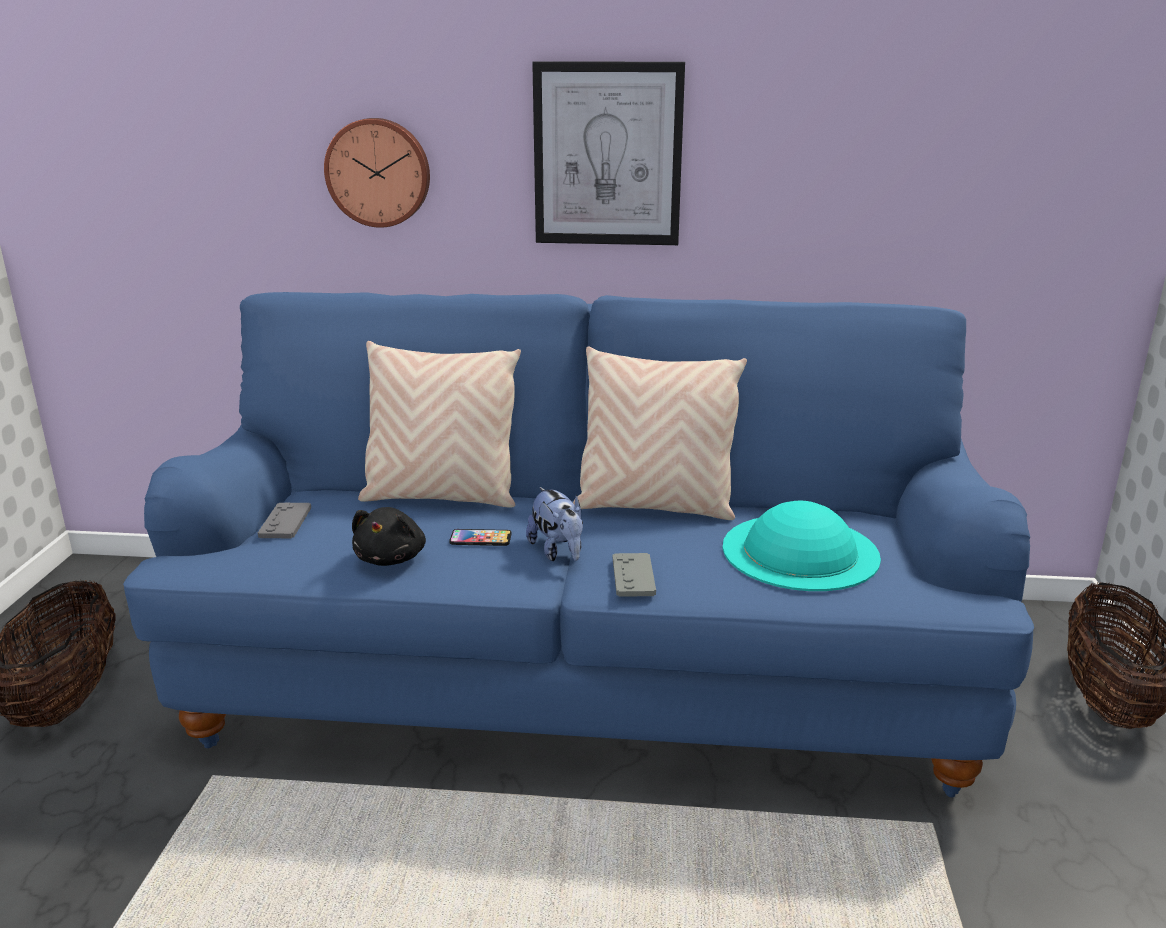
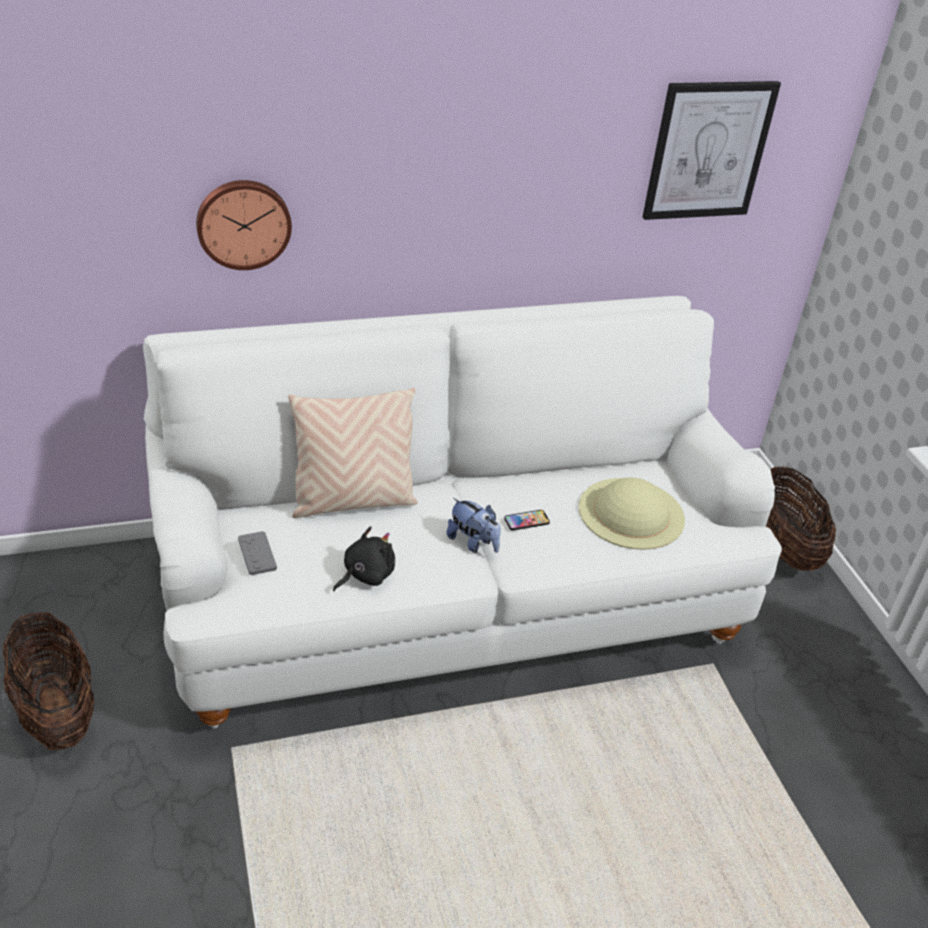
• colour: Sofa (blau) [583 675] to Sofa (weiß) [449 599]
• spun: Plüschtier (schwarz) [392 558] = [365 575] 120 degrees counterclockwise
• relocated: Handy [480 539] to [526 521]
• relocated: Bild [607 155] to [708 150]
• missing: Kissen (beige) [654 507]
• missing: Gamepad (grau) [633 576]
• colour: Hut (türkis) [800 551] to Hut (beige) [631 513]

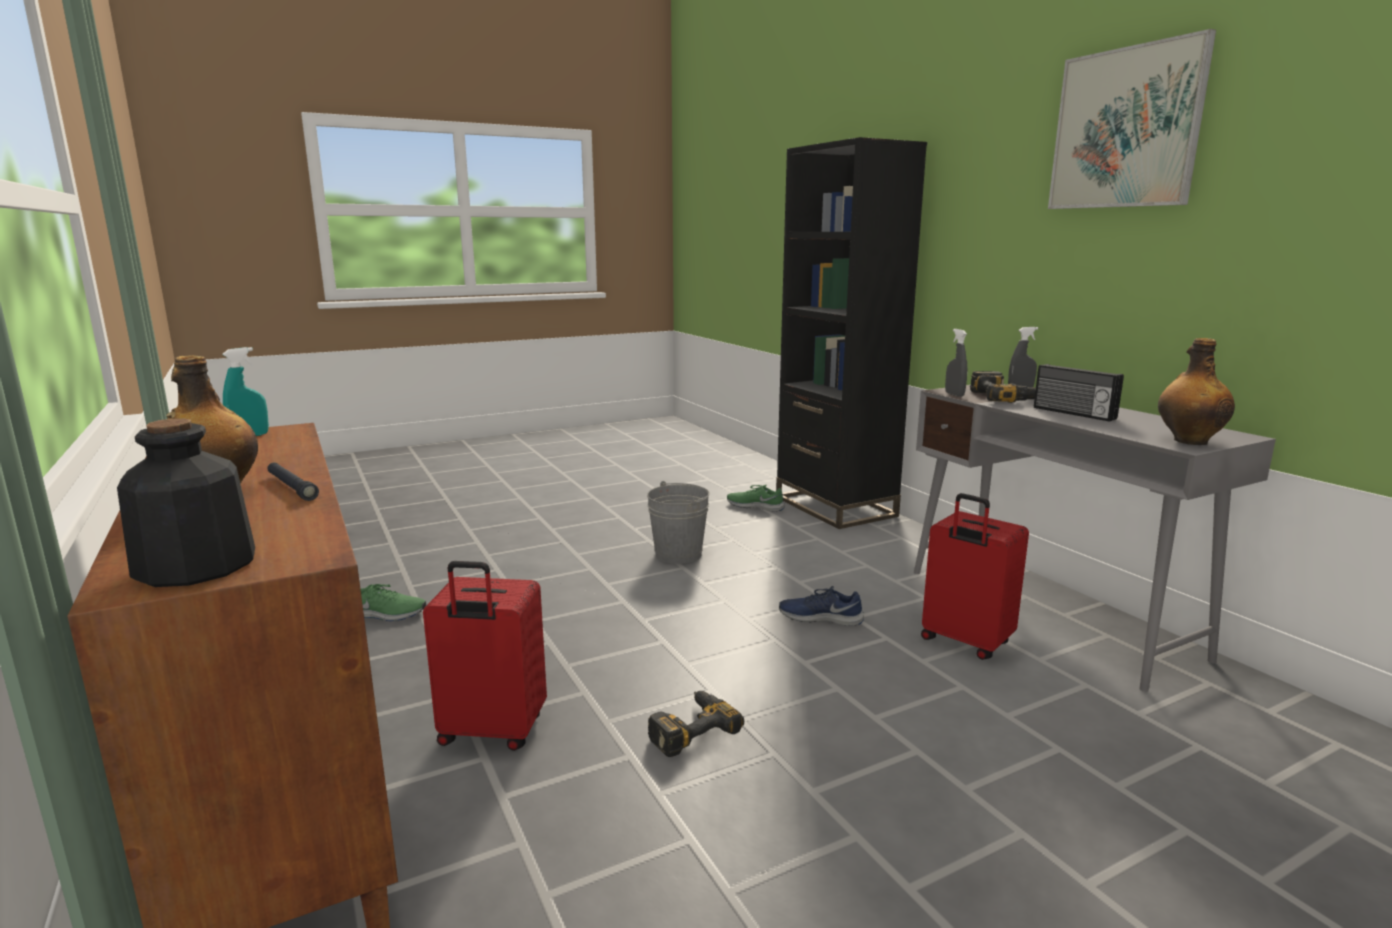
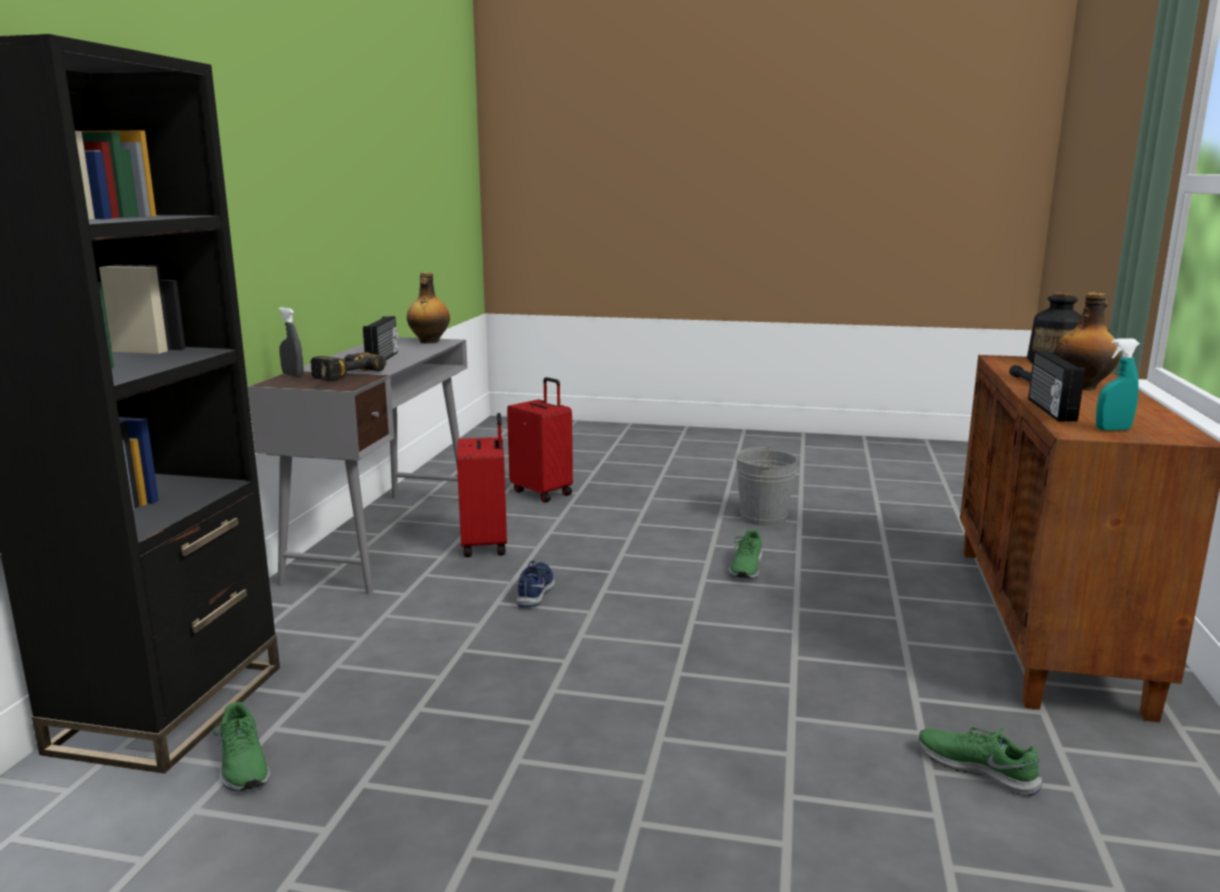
• relocated: Koffer (rot) [491 732] to [543 492]
• relocated: Eimer (grau) [678 554] to [763 517]
• exchanged: Bohrmaschine [689 728] to Schuh (grün) [746 567]
• spun: Schuh (blau) [820 617] = [536 591] 135 degrees counterclockwise
• missing: Sprühflasche (grau) [954 394]
• missing: Bild [1126 128]
• appeared: Radio [1049 410]

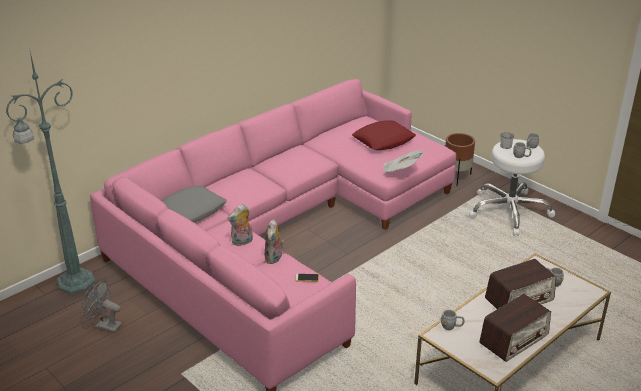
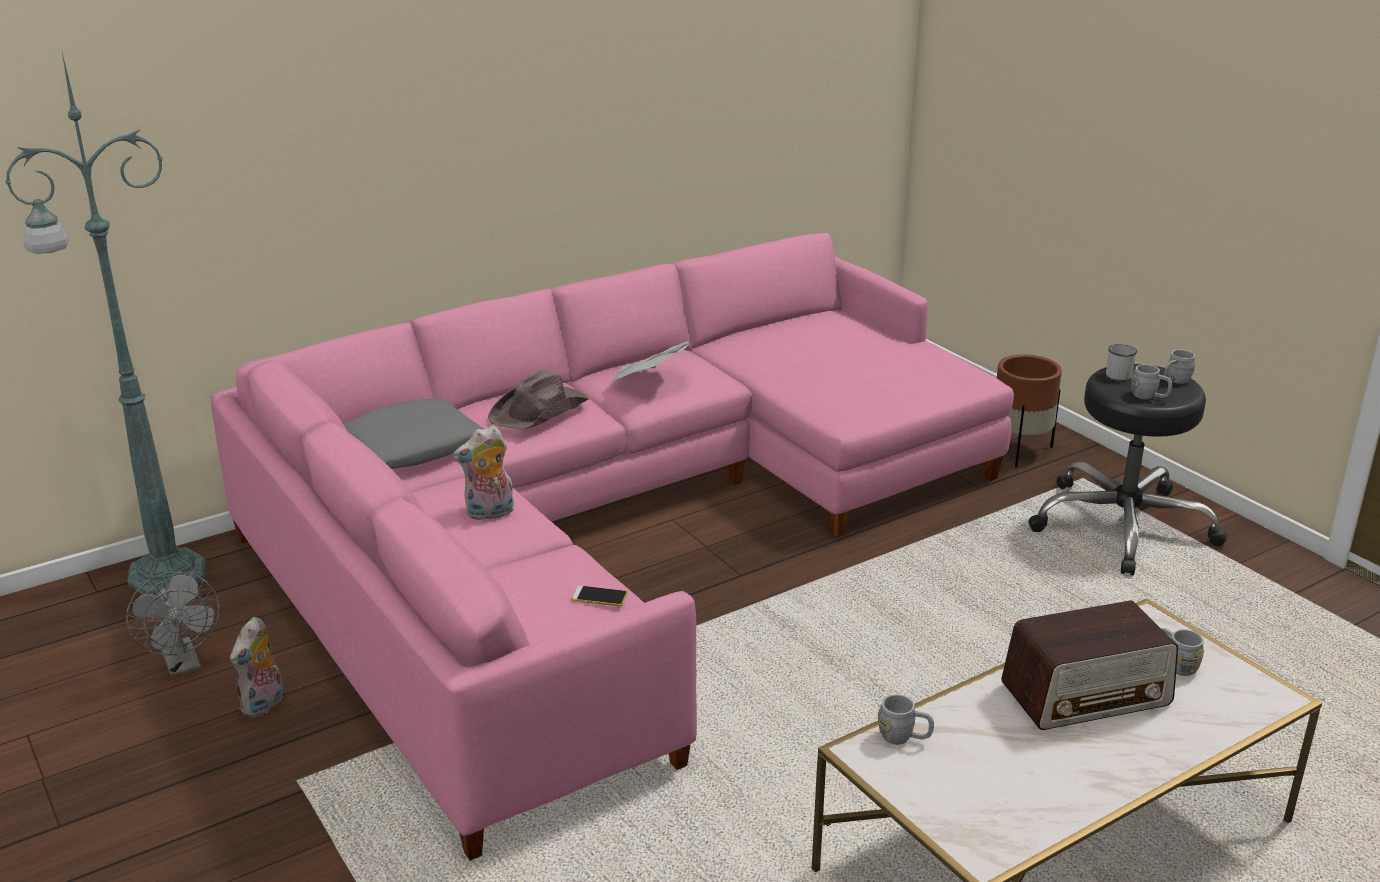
• spun: Ventilator (grau) [104 326] = [184 664] 150 degrees counterclockwise
• relocated: Plüschtier [274 259] to [264 705]
• missing: Kissen (rot) [383 140]
• relocated: Zeitung [400 171] to [649 382]
• colour: Hocker (weiß) [509 211] to Hocker (schwarz) [1122 525]
• missing: Radio [514 339]
• appeared: Hut (braun) [540 411]

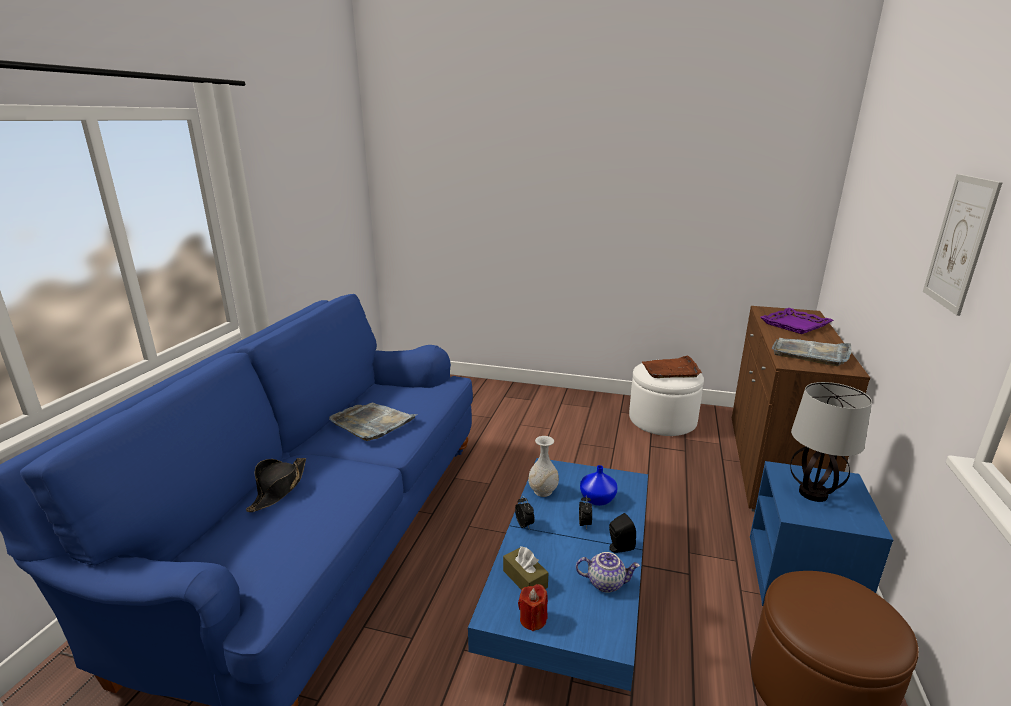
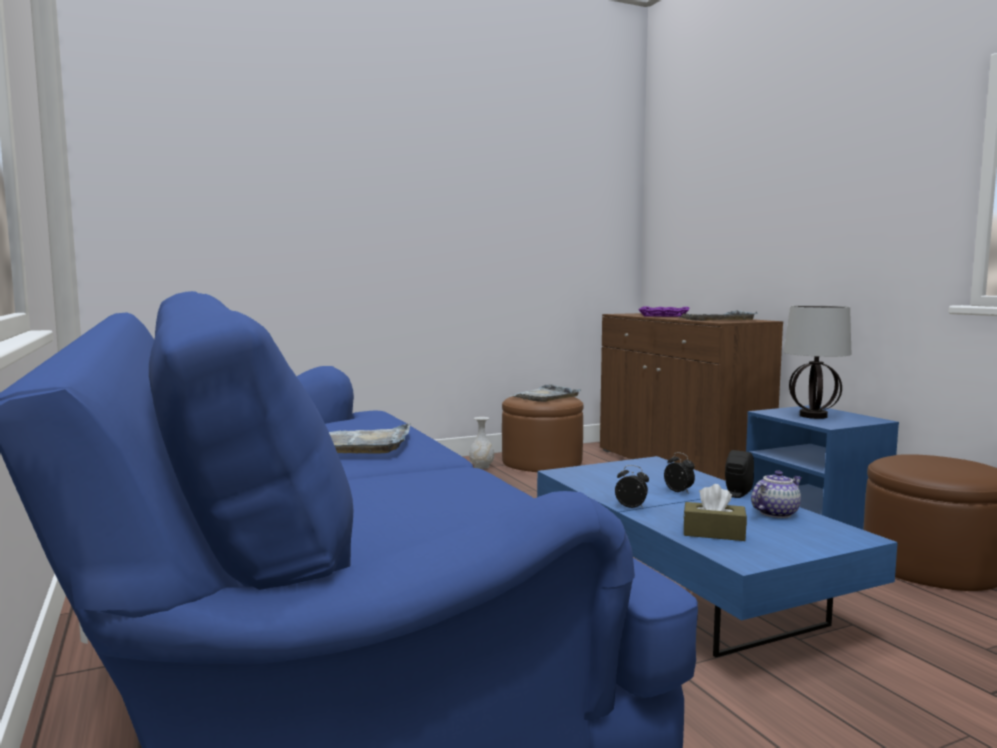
• missing: Hut (schwarz) [278 489]
• missing: Kerze (rot) [533 619]
• relocated: Vase (weiß) [543 491] to [482 467]
• missing: Vase (blau) [596 499]
• colour: Polsterhocker (weiß) [662 419] to Polsterhocker (braun) [542 462]
• colour: Tablett (braun) [671 370] to Tablett (grau) [545 396]
• missing: Bild [959 243]

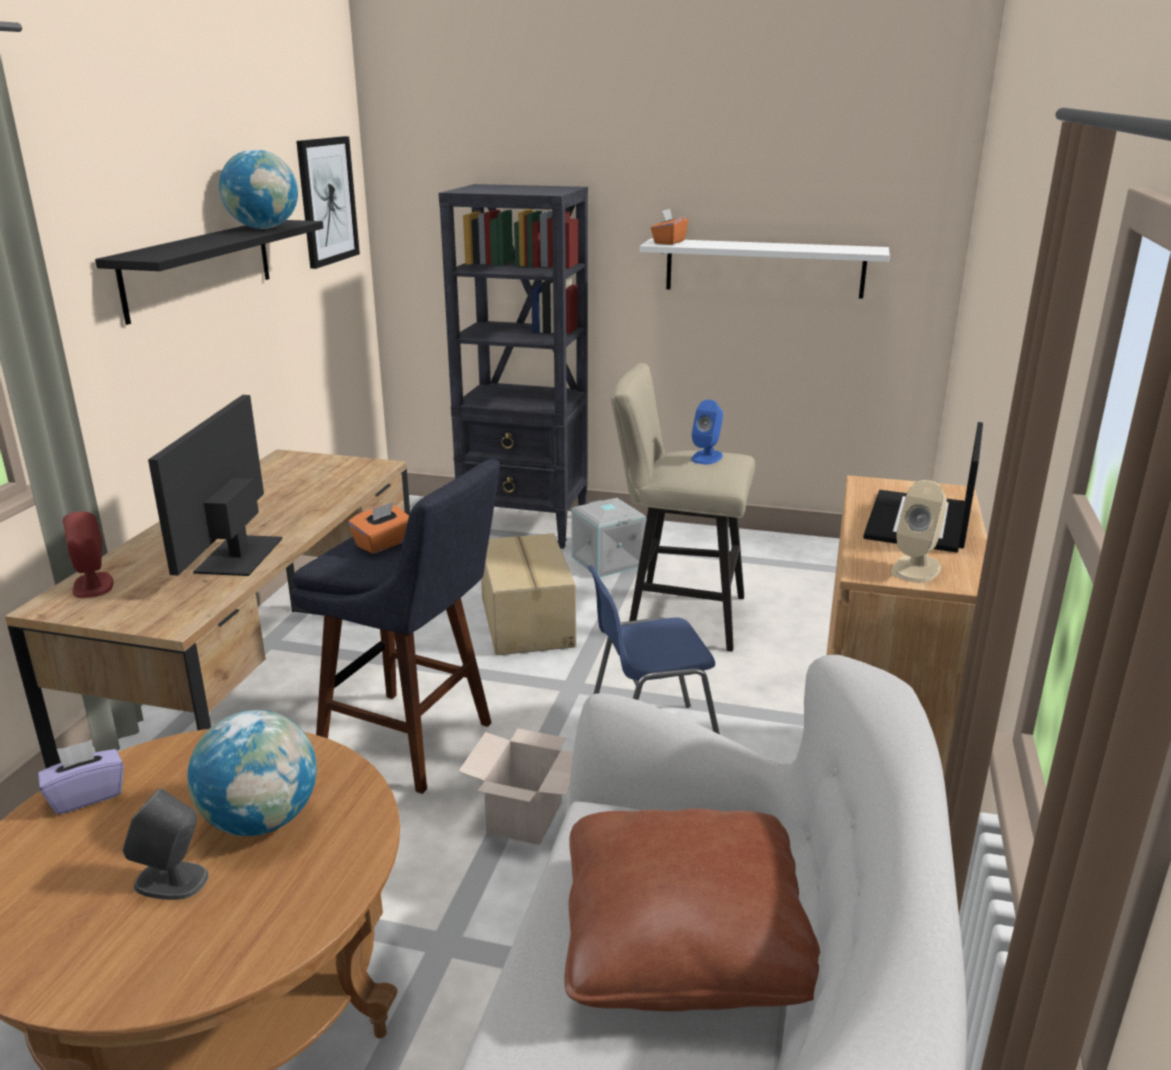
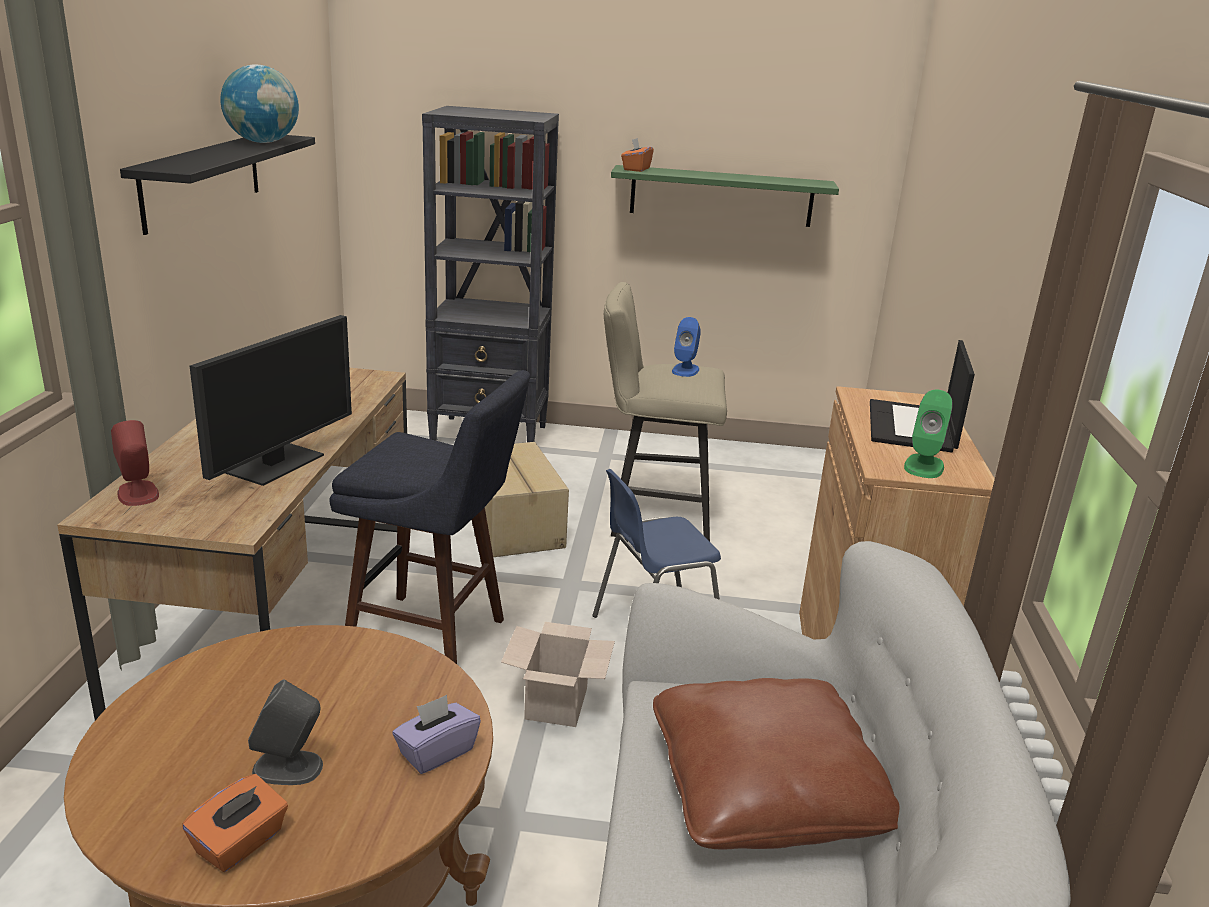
• relocated: Taschentuchbox (lila) [86 795] to [436 752]
• spun: Monitor [238 556] = [275 463] 150 degrees counterclockwise
• missing: Globus [261 821]
• missing: Bild [327 201]
• relocated: Taschentuchbox (orange) [383 544] to [240 843]
• missing: Aufbewahrungsbox (grau) [606 561]
• colour: Wandregal (weiß) [764 268] to Wandregal (grün) [721 196]
• colour: Lautsprecher (beige) [916 568] to Lautsprecher (grün) [924 466]

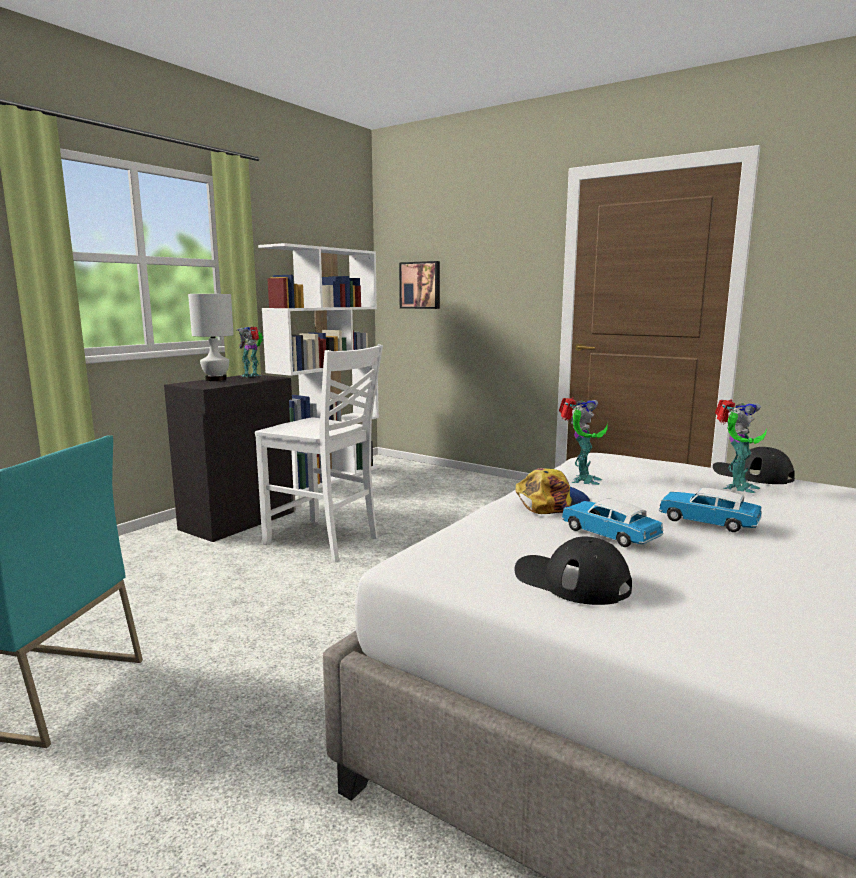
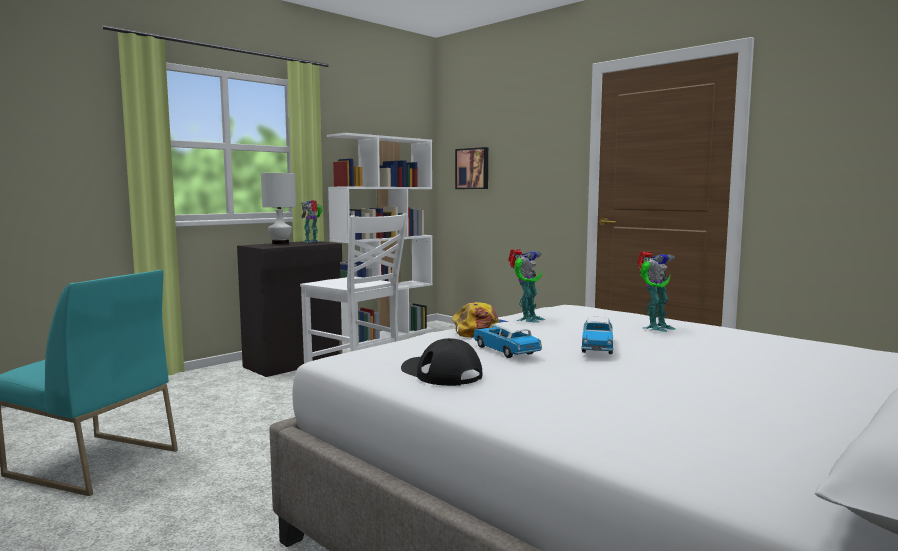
• spun: Spielzeugauto [707 522] = [597 347] 120 degrees counterclockwise
• missing: Kappe (schwarz) [752 475]

